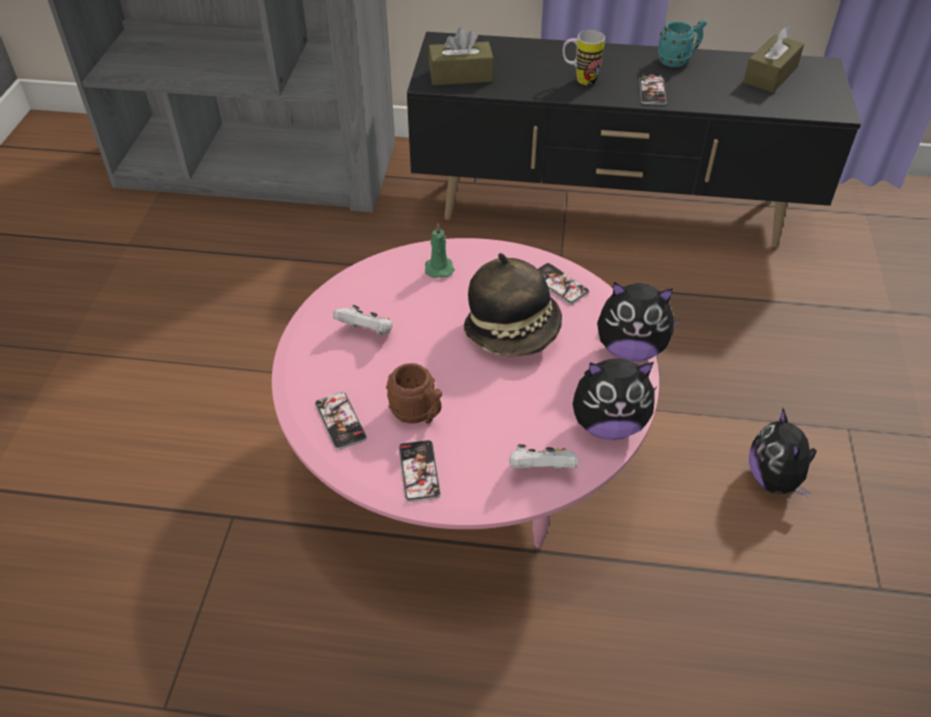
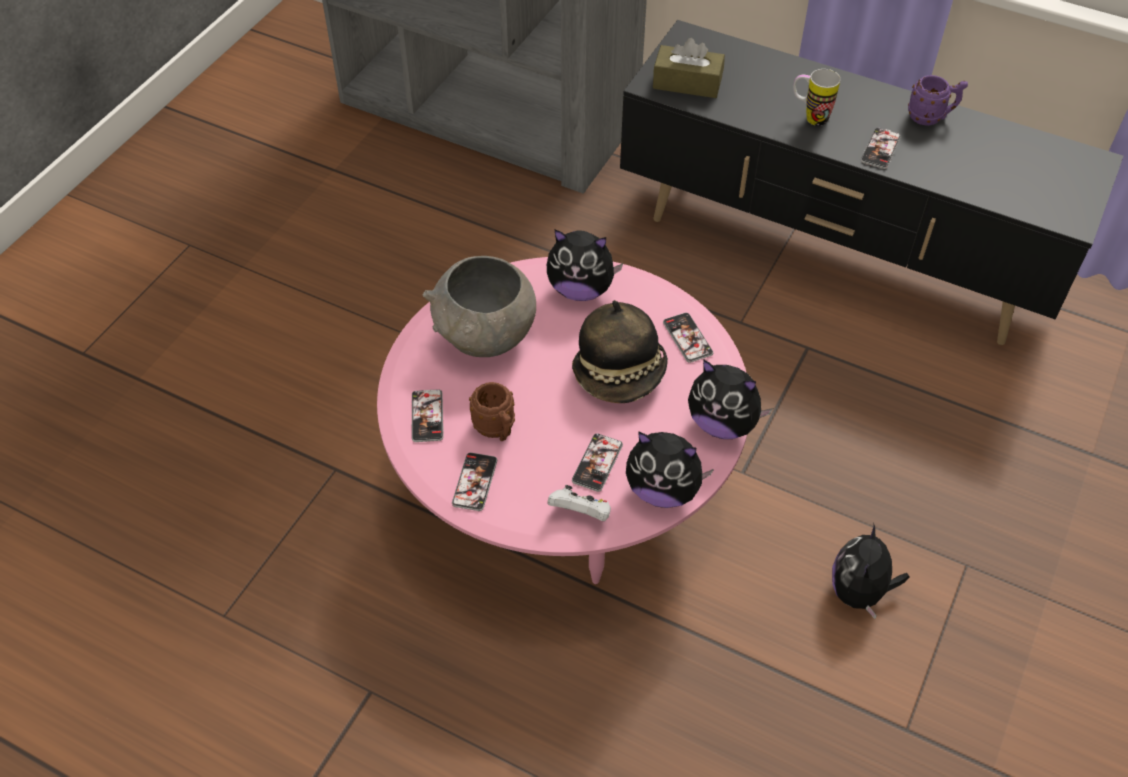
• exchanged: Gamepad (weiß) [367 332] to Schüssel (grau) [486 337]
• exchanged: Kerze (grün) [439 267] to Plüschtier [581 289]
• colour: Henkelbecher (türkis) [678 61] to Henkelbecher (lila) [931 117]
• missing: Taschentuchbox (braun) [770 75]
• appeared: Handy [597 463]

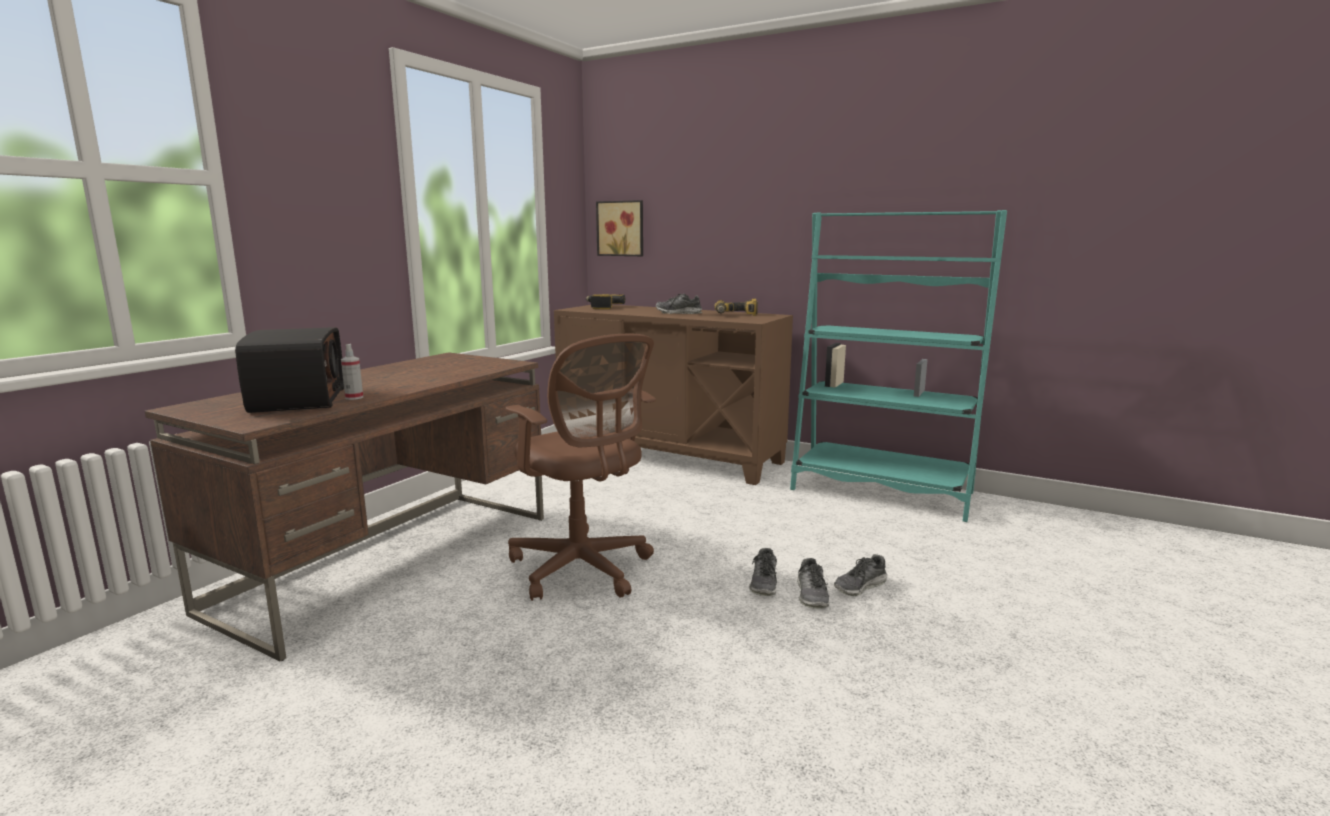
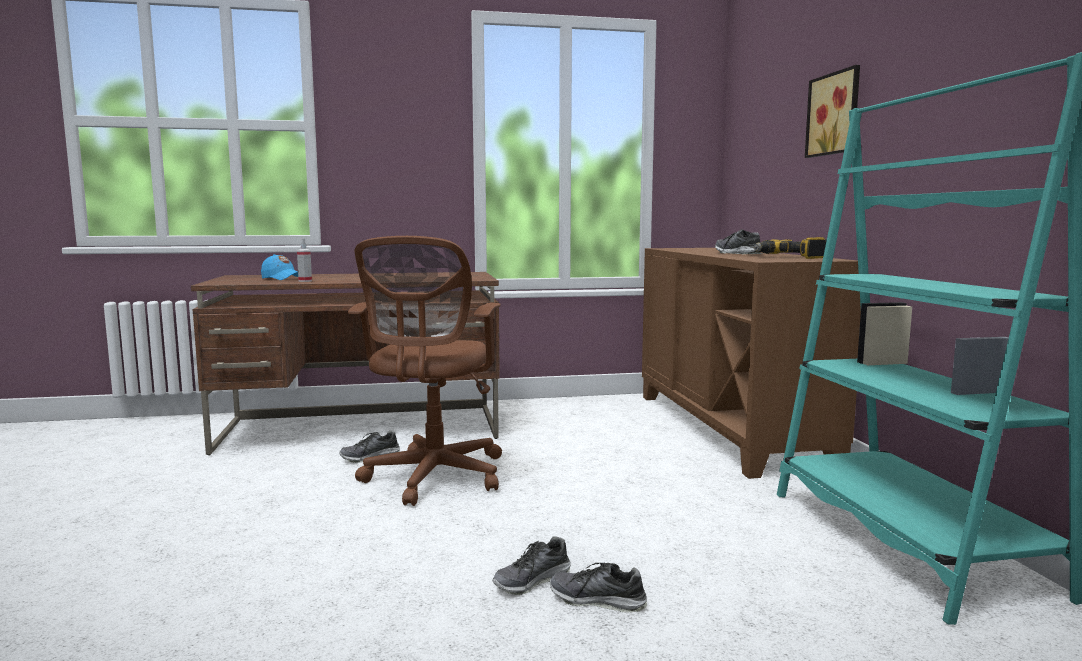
• exchanged: Radio [296 400] to Kappe (blau) [282 279]
• missing: Bohrmaschine [602 307]
• relocated: Bild [621 228] to [836 114]
• relocated: Schuh [764 584] to [370 457]

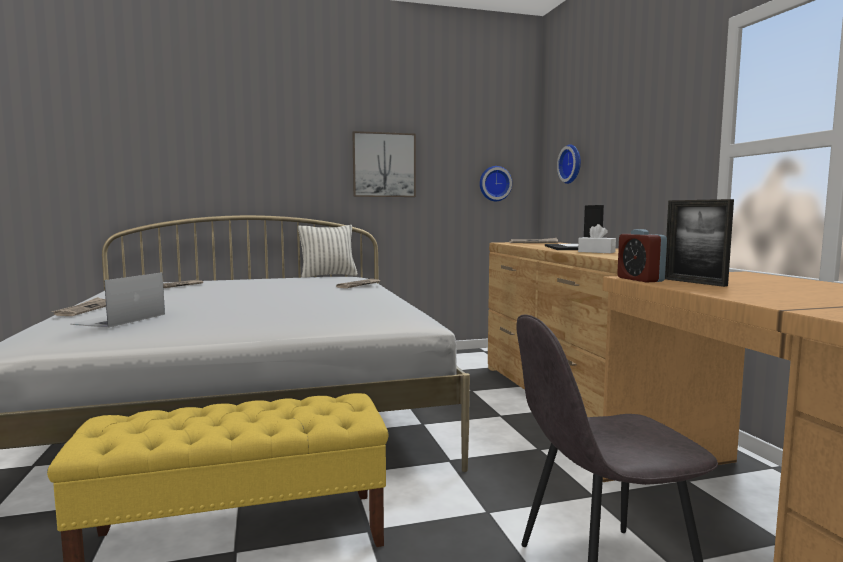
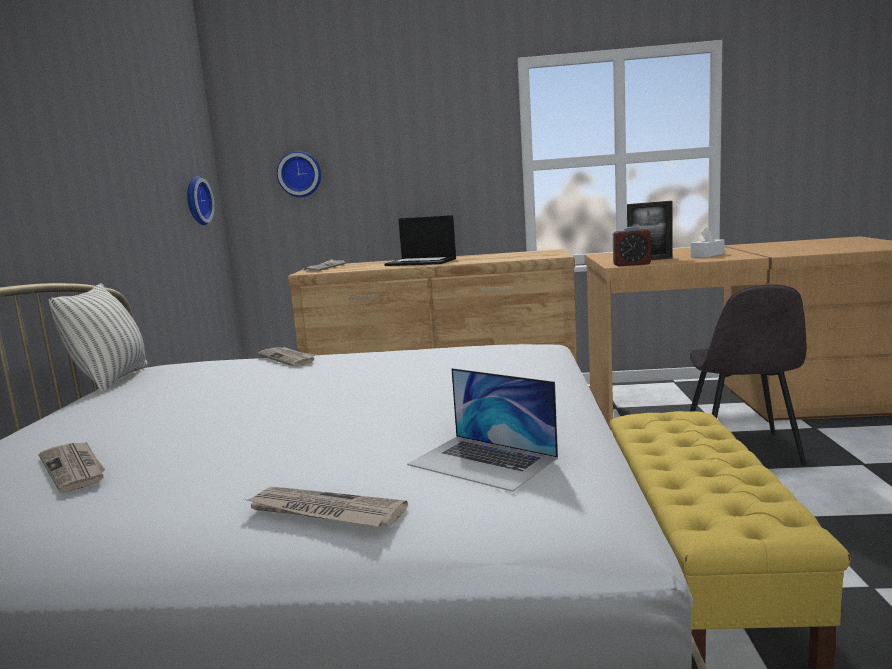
• missing: Bild [384 165]
• relocated: Taschentuchbox (weiß) [596 252] to [707 255]

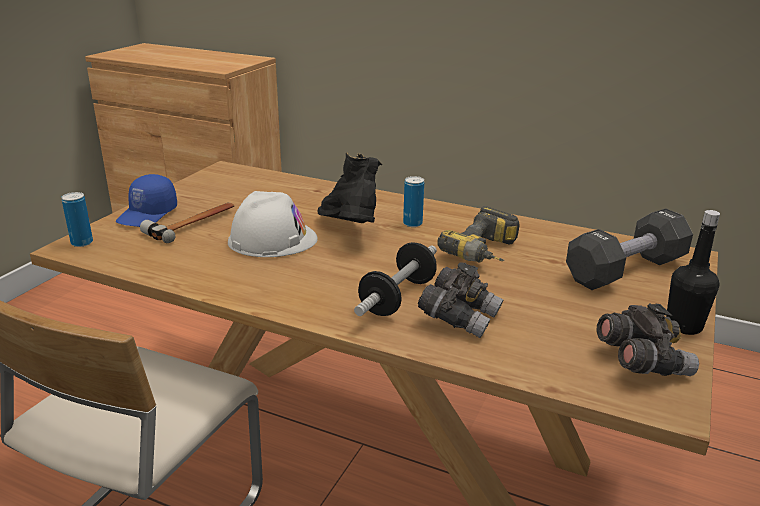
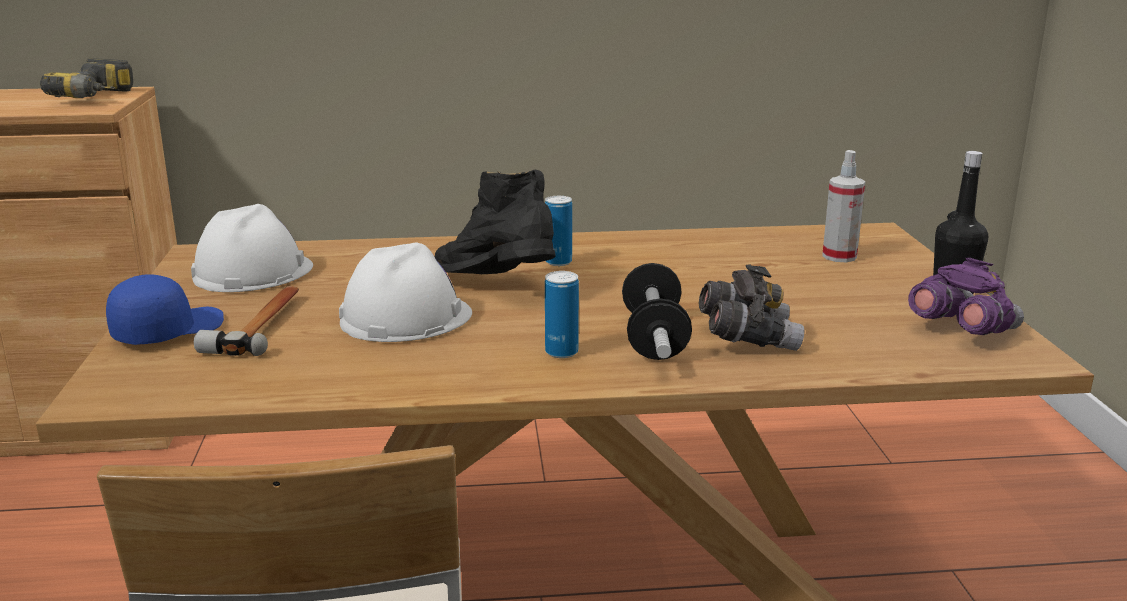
• relocated: Dose [82 243] to [561 352]
• spun: Kappe (blau) [148 214] = [167 330] 135 degrees counterclockwise
• relocated: Bohrmaschine [486 253] to [100 97]
• exchanged: Hantel (schwarz) [625 270] to Sprühflasche [839 256]
• colour: Fernglas (grau) [641 362] to Fernglas (lila) [961 330]
• appeared: Schutzhelm (weiß) [253 272]

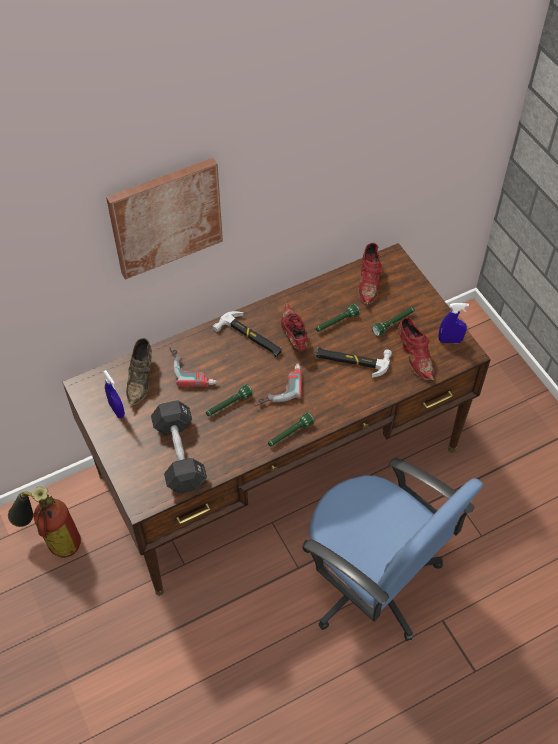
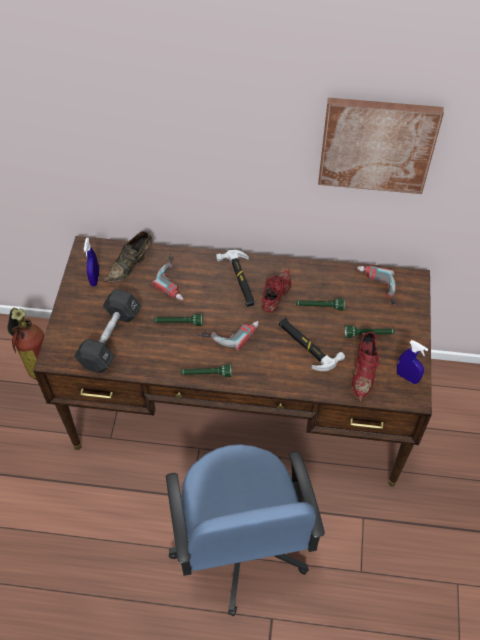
• relocated: Bild [165 217] to [377 144]
• exchanged: Schuh (rot) [369 282] to Bohrmaschine [376 289]

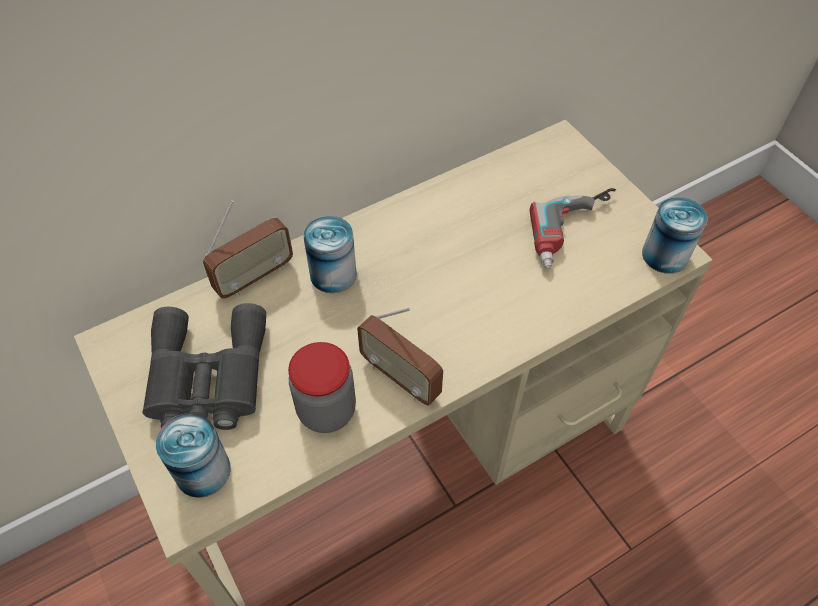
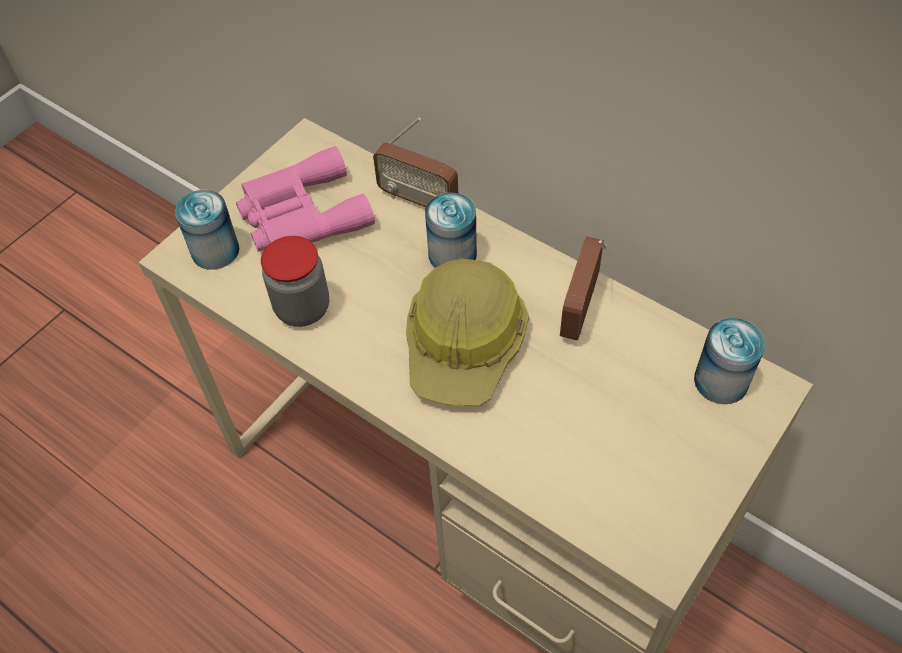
• colour: Fernglas (grau) [207 378] to Fernglas (rosa) [300 215]
• relocated: Radio [400 377] to [580 309]
• missing: Bohrmaschine [577 233]
• relocated: Dose [665 255] to [721 381]
• appeared: Schutzhelm [465 344]

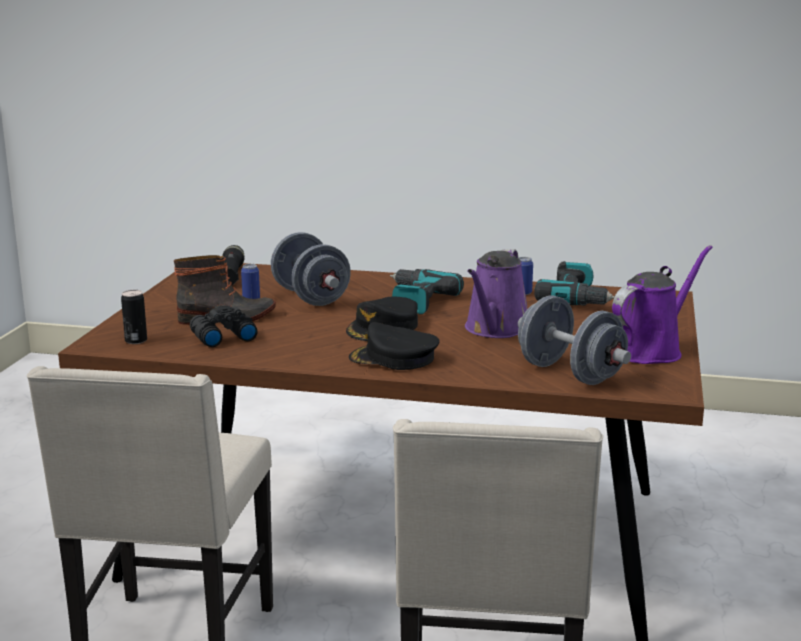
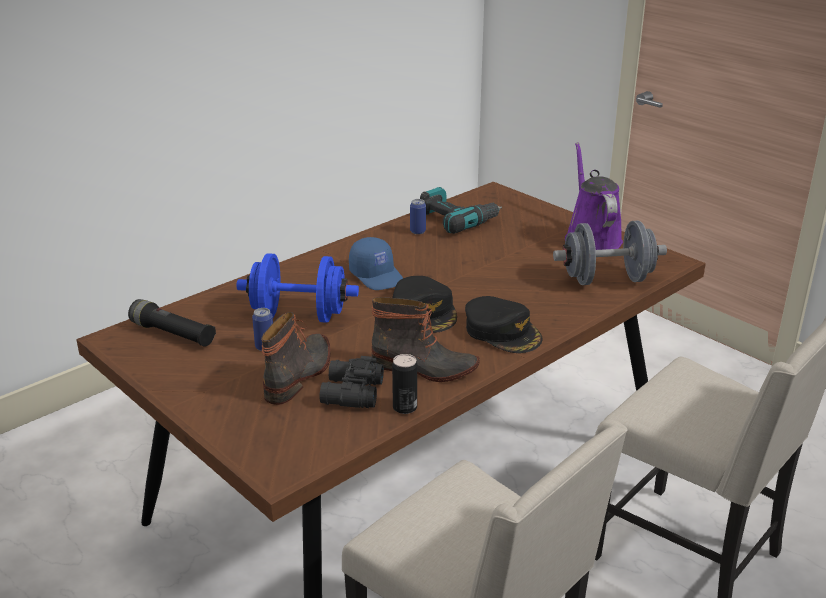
• relocated: Dose [136 340] to [405 407]
• colour: Hantel (grau) [311 297] to Hantel (blau) [299 316]
• spun: Kappe (schwarz) [393 358] = [502 332] 90 degrees counterclockwise
• exchanged: Bohrmaschine [416 301] to Kappe (blau) [377 276]
• missing: Gießkanne (lila) [496 329]
• appeared: Stiefel [424 368]

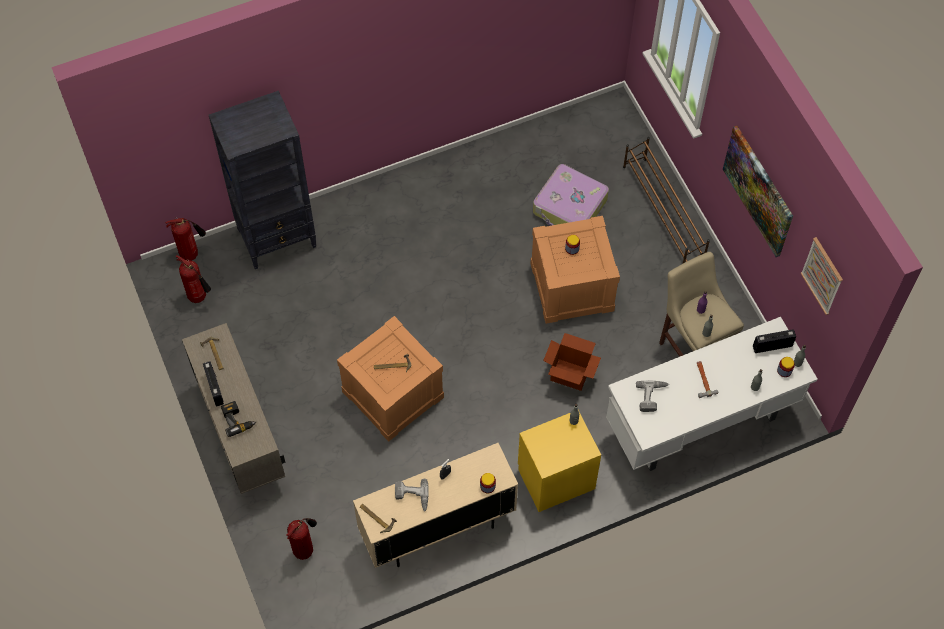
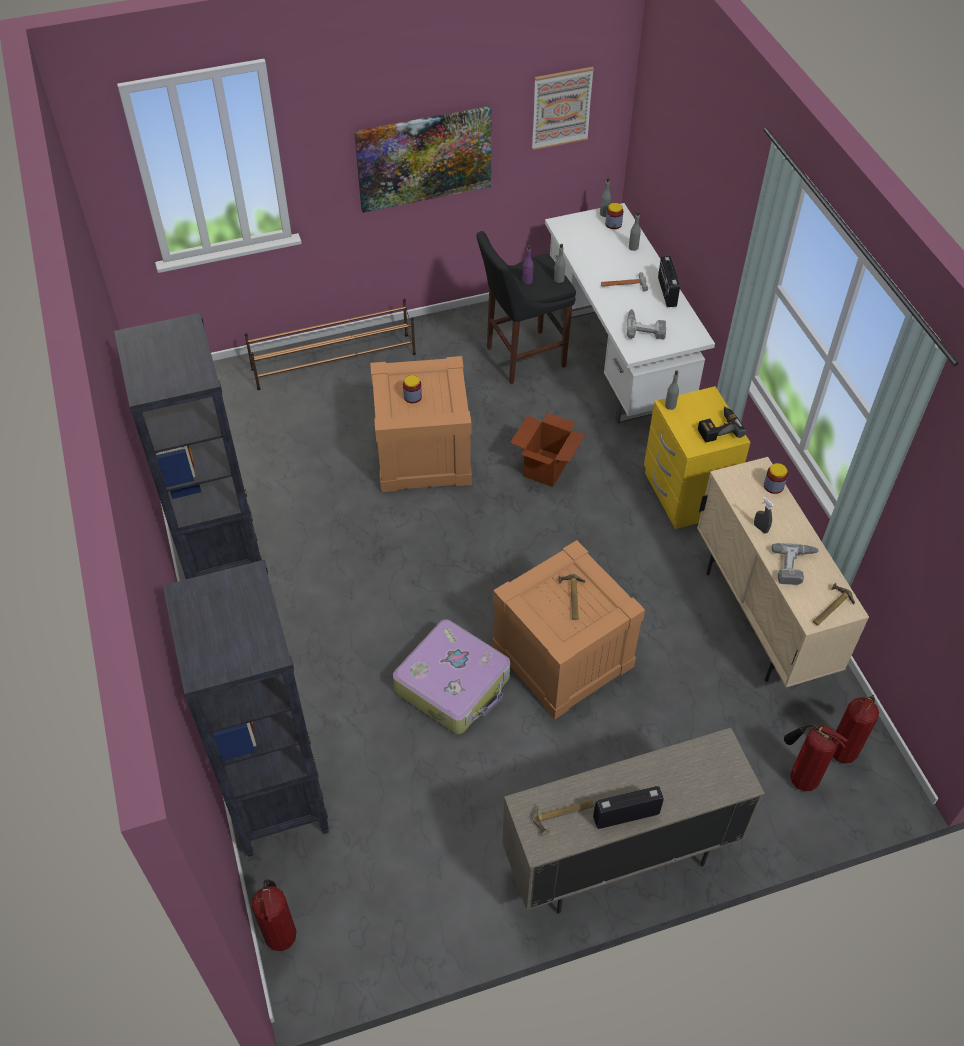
• relocated: Feuerlöscher [199 297] to [843 750]
• relocated: Bohrmaschine [238 420] to [718 428]
• relocated: Koffer [570 207] to [454 684]
• colour: Hocker (beige) [692 349] to Hocker (schwarz) [521 357]
• relocated: Radio [772 346] to [666 292]
• appeared: Bücherregal (schwarz) [221 555]

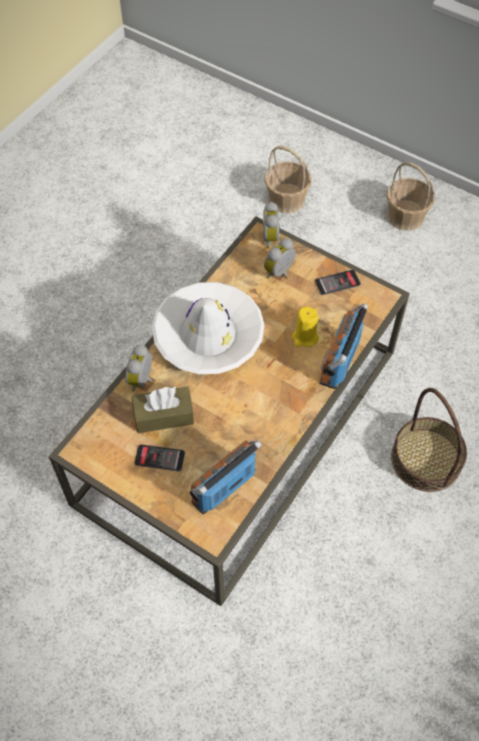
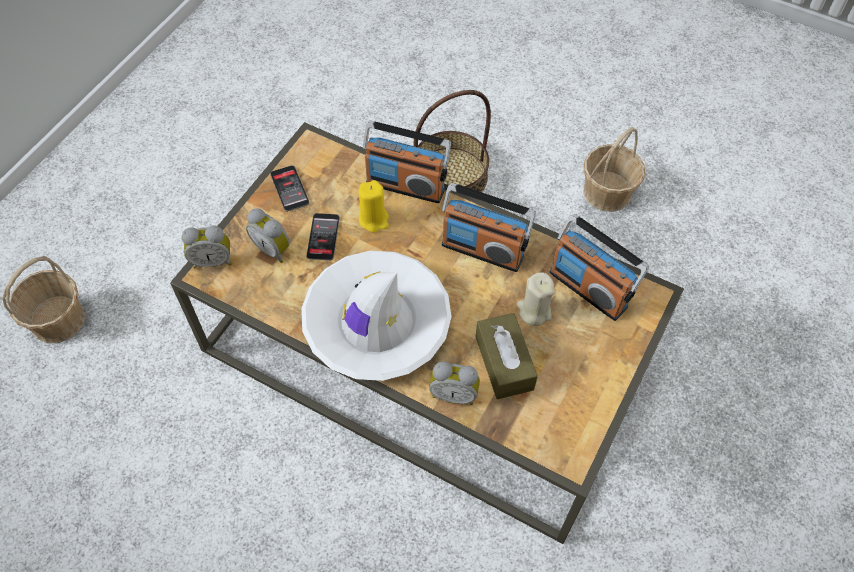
• relocated: Handy [159 458] to [323 237]
• relocated: Korb [405 216] to [607 192]
• appeared: Radio [483 250]
• appeared: Kerze (beige) [534 311]

